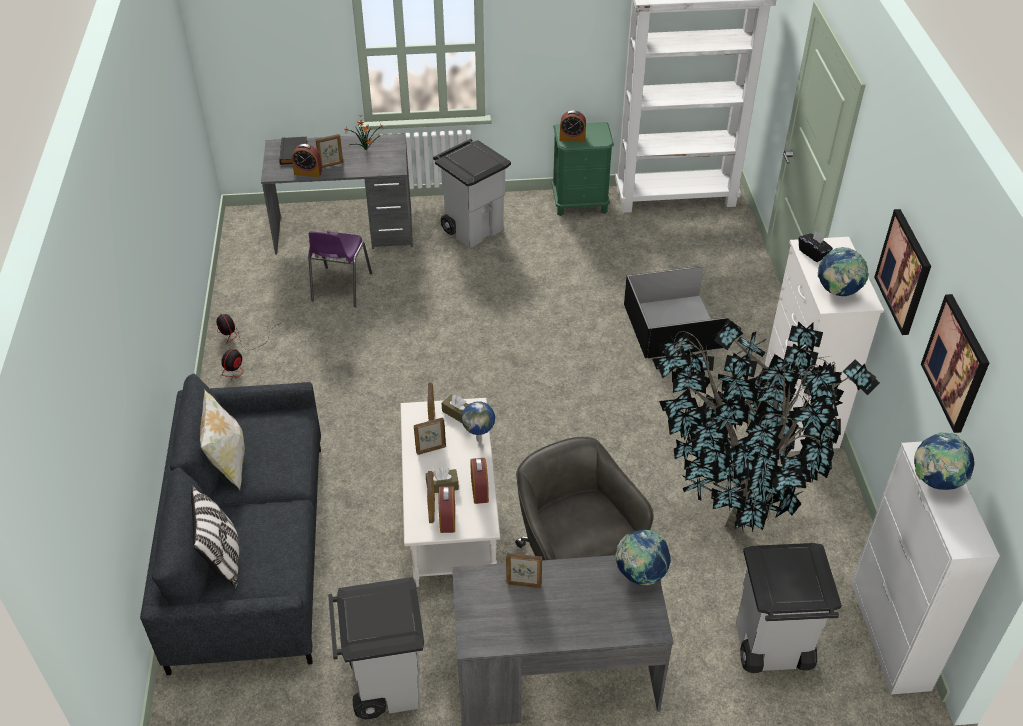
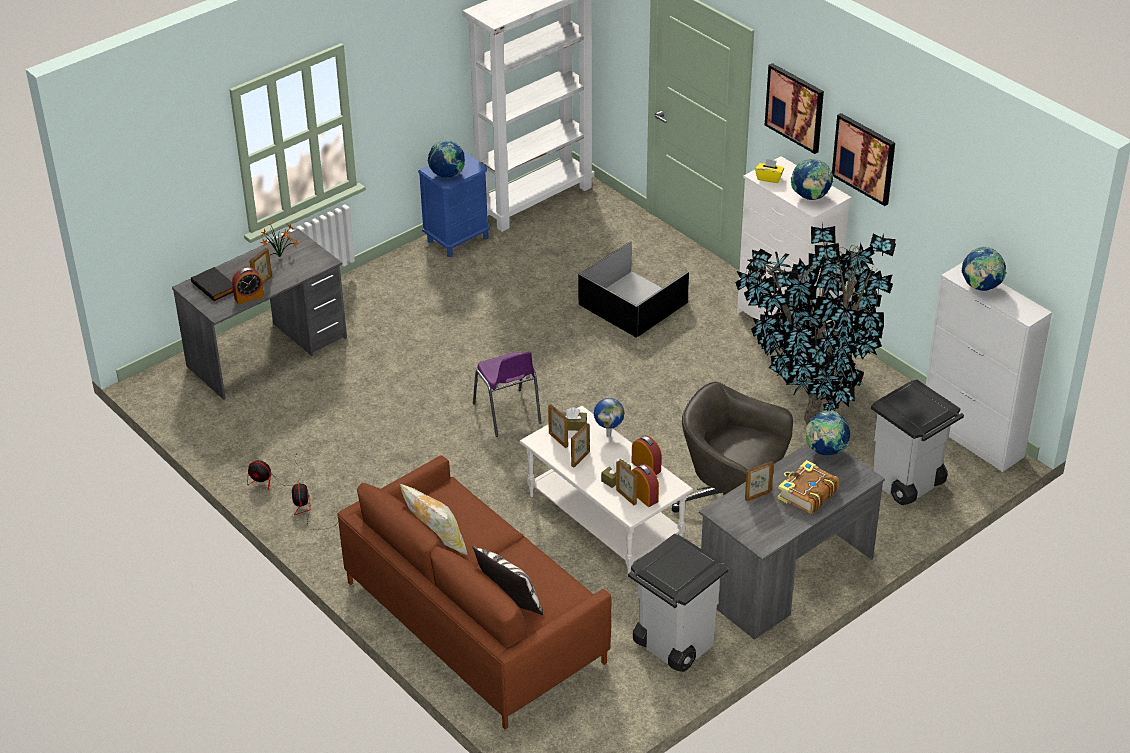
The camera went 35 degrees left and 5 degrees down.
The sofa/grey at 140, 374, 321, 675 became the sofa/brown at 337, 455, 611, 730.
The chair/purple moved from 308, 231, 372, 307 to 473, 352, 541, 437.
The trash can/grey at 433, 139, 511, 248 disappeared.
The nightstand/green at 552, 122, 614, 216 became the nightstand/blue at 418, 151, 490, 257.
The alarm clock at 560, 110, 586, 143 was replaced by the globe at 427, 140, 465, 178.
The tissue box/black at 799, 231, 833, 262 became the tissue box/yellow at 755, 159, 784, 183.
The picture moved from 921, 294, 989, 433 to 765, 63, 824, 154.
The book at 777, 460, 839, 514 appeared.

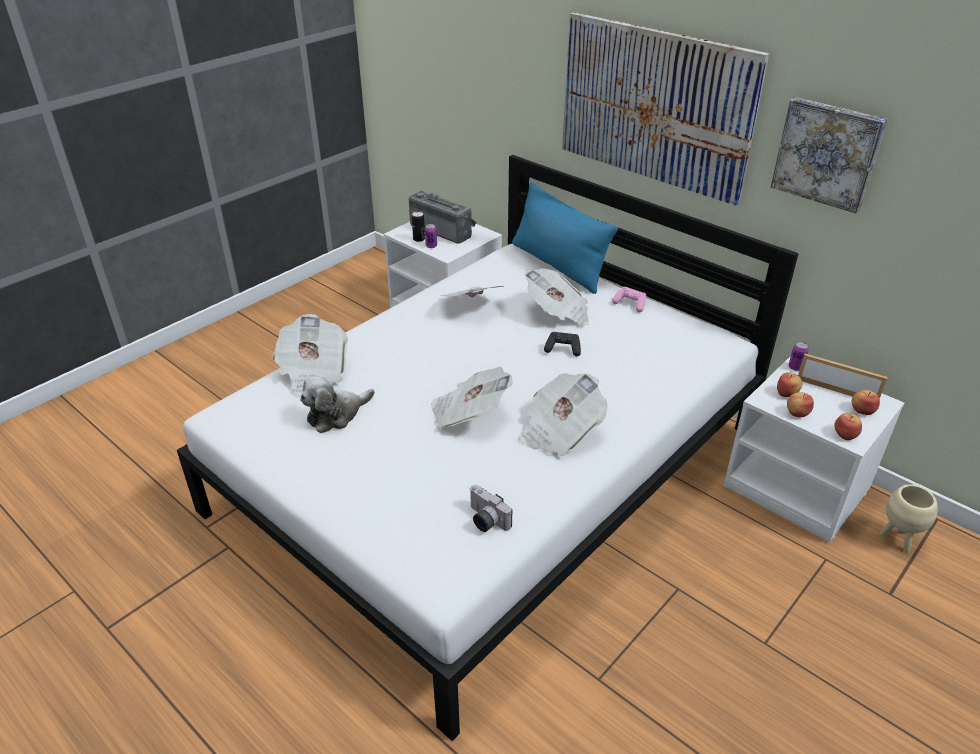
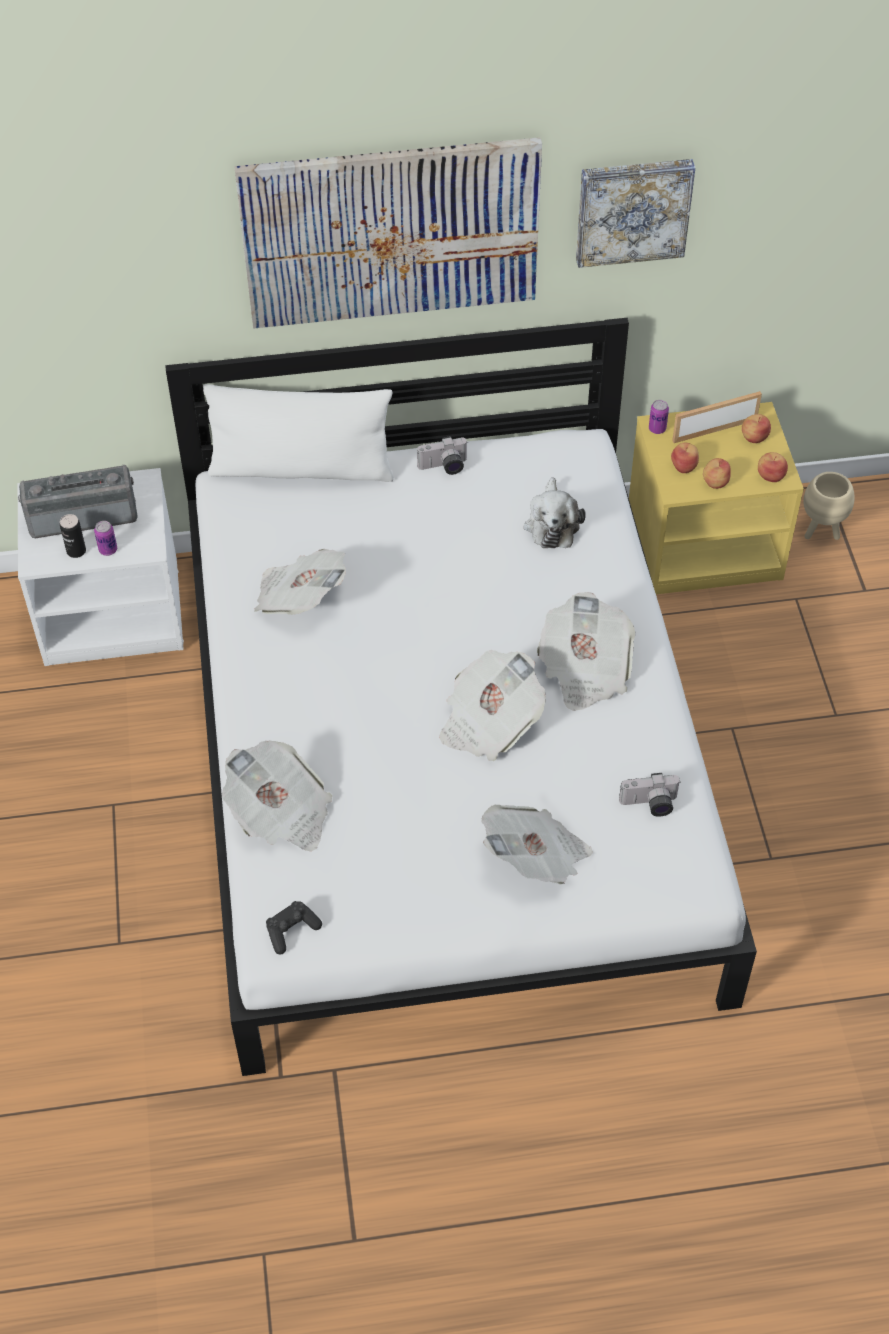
The camera went 50 degrees left and 15 degrees up.
The plush toy moved from 300, 376, 375, 433 to 524, 477, 586, 548.
The pillow/blue at 512, 182, 618, 294 became the pillow/white at 203, 384, 394, 482.
The newspaper moved from 525, 268, 589, 325 to 481, 805, 593, 885.
The game controller/black moved from 544, 332, 581, 356 to 266, 901, 322, 955.
The game controller/pink at 612, 287, 647, 312 was replaced by the photo camera at 417, 436, 468, 475.
The nightstand/white at 723, 356, 904, 542 became the nightstand/yellow at 629, 402, 804, 595.

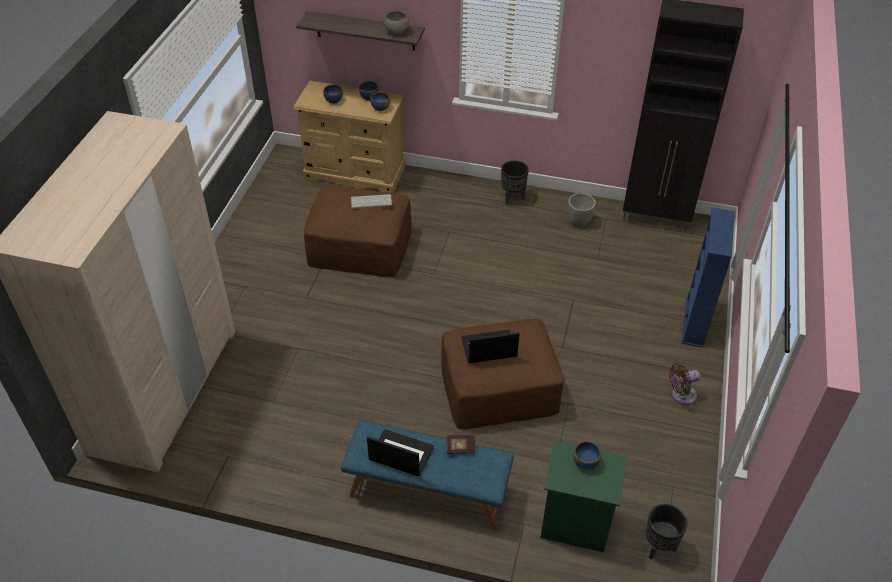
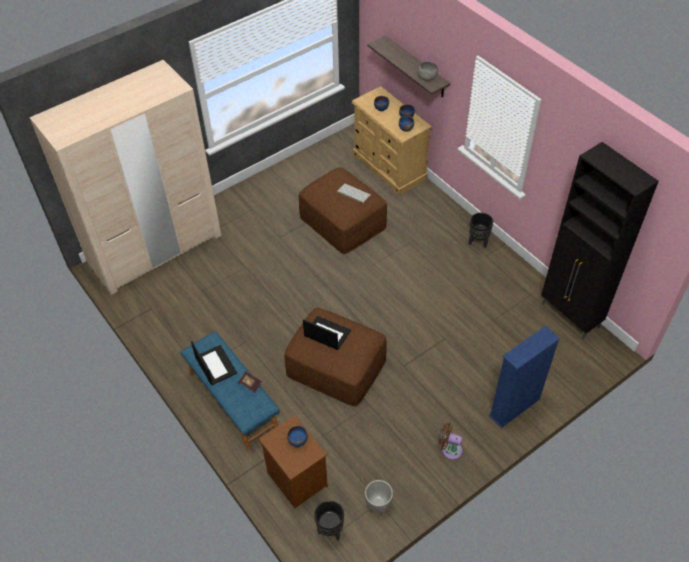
The camera went 40 degrees right and 5 degrees up.
The nightstand/green at 540, 440, 627, 553 became the nightstand/brown at 259, 415, 328, 509.
The planter moved from 568, 193, 596, 226 to 365, 480, 393, 513.

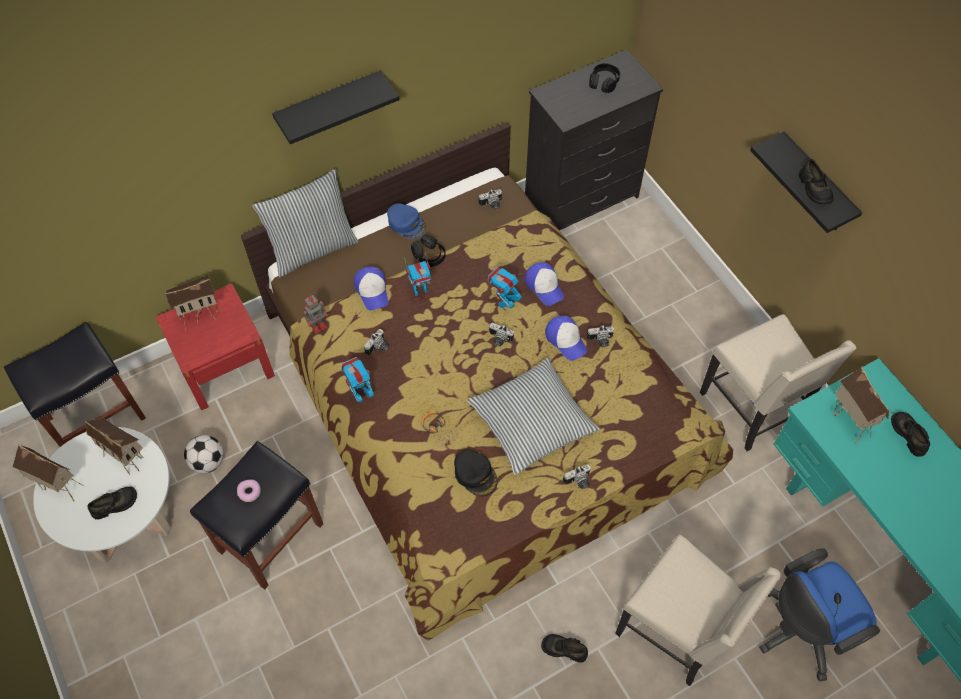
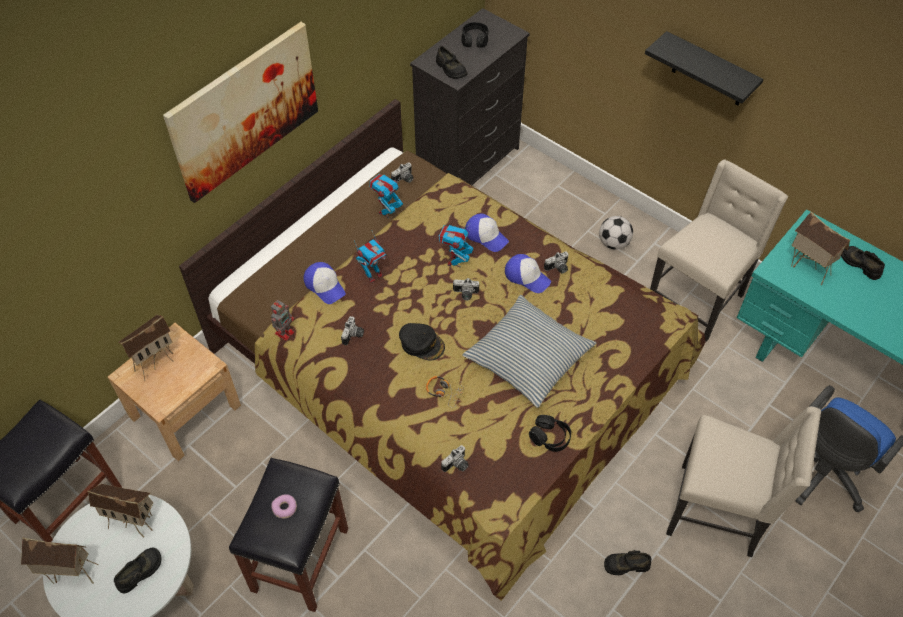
The camera went 20 degrees left and 5 degrees down.
The nightstand/red at 156, 284, 275, 410 became the nightstand/beige at 108, 323, 241, 461.
The football moved from 184, 435, 224, 473 to 599, 216, 633, 250.
The pillow at 252, 169, 359, 278 disappeared.
The shelf/black at 272, 70, 400, 144 was replaced by the picture at 163, 22, 318, 203.
The toy robot moved from 341, 357, 374, 403 to 370, 174, 403, 218.
The cap/blue at 387, 203, 426, 239 disappeared.
The headphones/black moved from 411, 234, 446, 267 to 529, 415, 571, 452.
The cap/black moved from 454, 450, 498, 497 to 399, 323, 445, 360.
The photo camera moved from 563, 464, 591, 489 to 441, 445, 469, 472.
The chair/beige at 700, 314, 856, 451 turned 90 degrees counterclockwise.
The shoe/black moved from 799, 159, 834, 204 to 436, 46, 468, 79.

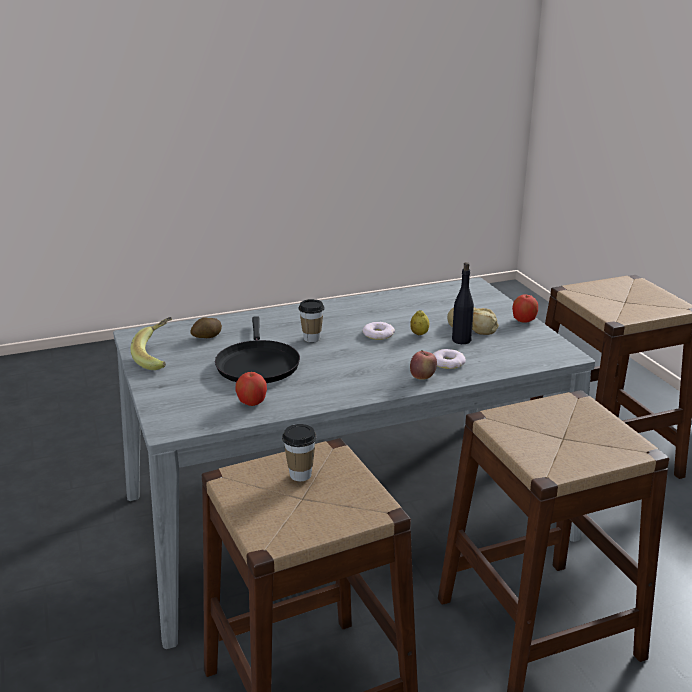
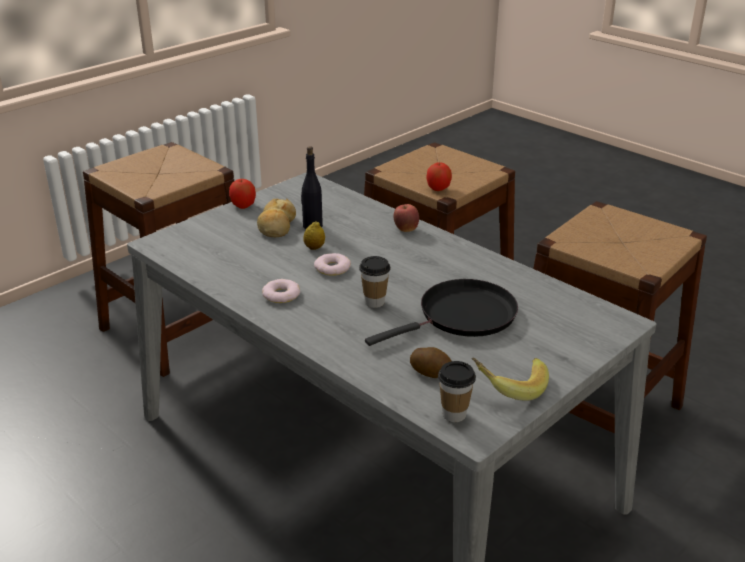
The camera went 115 degrees left and 5 degrees up.
The apple moved from 235, 372, 267, 406 to 426, 162, 452, 191.
The cup moved from 282, 424, 317, 481 to 438, 361, 476, 422.
The donut moved from 433, 349, 466, 369 to 262, 279, 300, 303.

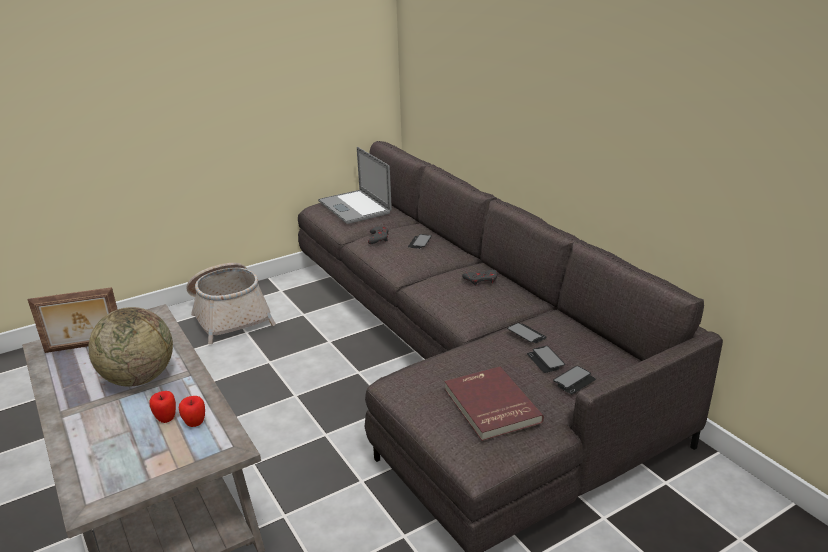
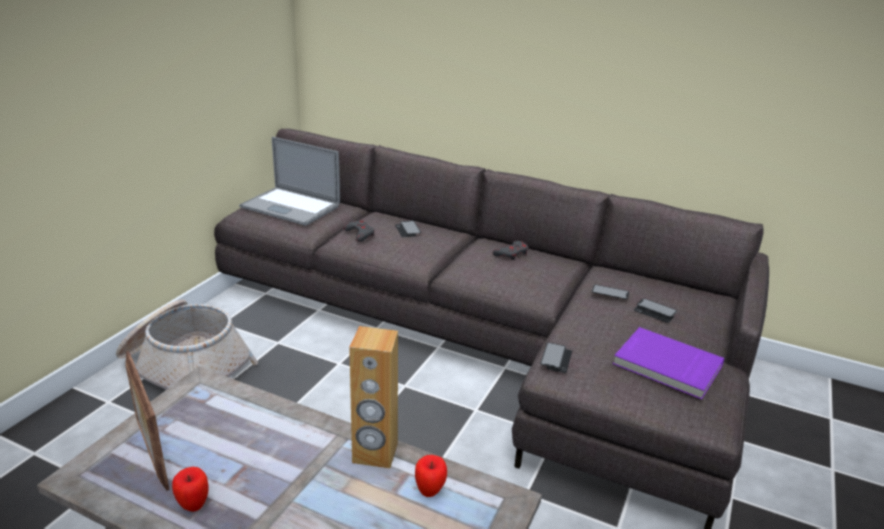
The camera went 35 degrees left and 0 degrees up.
The picture frame at 28, 287, 118, 353 turned 105 degrees clockwise.
The globe at 88, 307, 173, 386 disappeared.
The apple moved from 149, 391, 176, 423 to 172, 467, 209, 512.
The book/red at 444, 367, 544, 441 became the book/purple at 613, 327, 724, 400.
The phone moved from 553, 366, 596, 394 to 540, 342, 572, 373.
The speaker/brown at 349, 326, 398, 469 appeared.

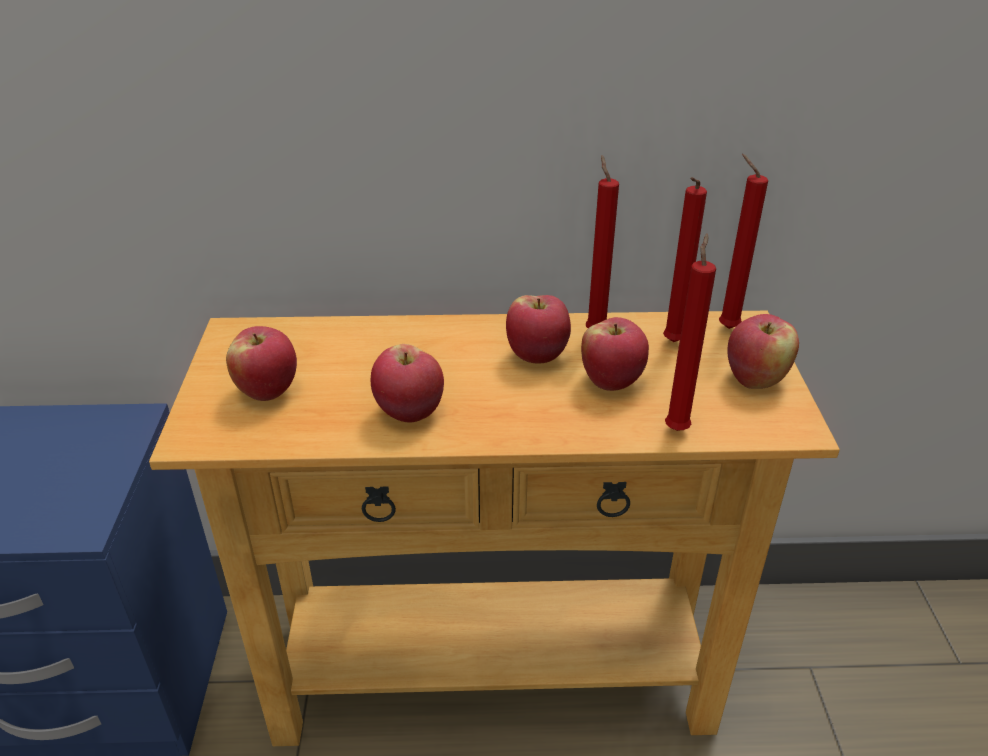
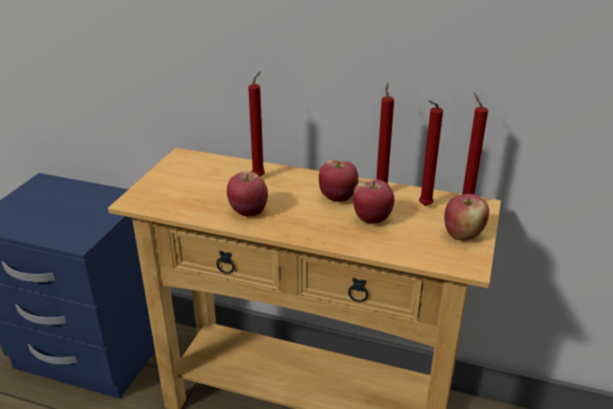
The camera went 20 degrees right and 5 degrees down.
The apple at 226, 326, 297, 401 disappeared.
The candle/red moved from 665, 233, 716, 431 to 248, 71, 265, 177.

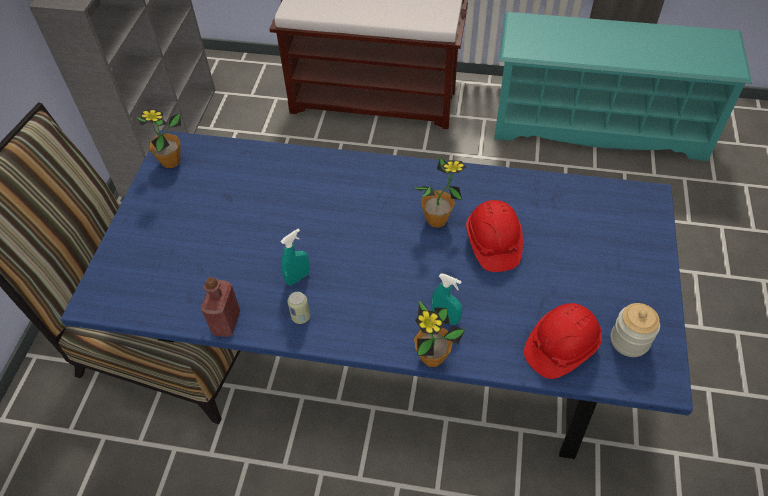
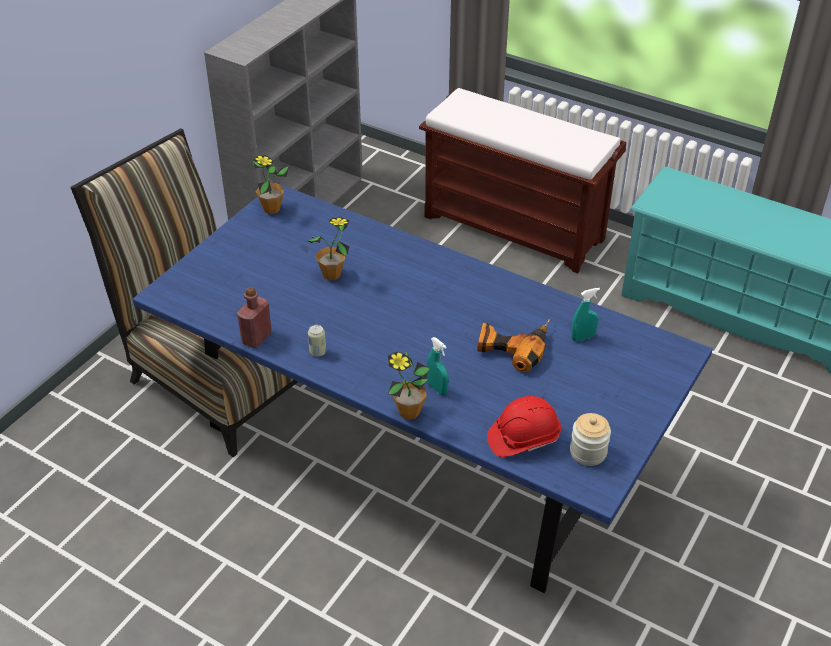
The camera went 20 degrees right and 10 degrees down.
The spray bottle/turquoise moved from 280, 228, 309, 285 to 571, 288, 600, 341.
The potted plant moved from 414, 157, 466, 228 to 307, 216, 350, 280.
The hard hat/red at 466, 200, 523, 272 was replaced by the power drill at 477, 319, 550, 372.

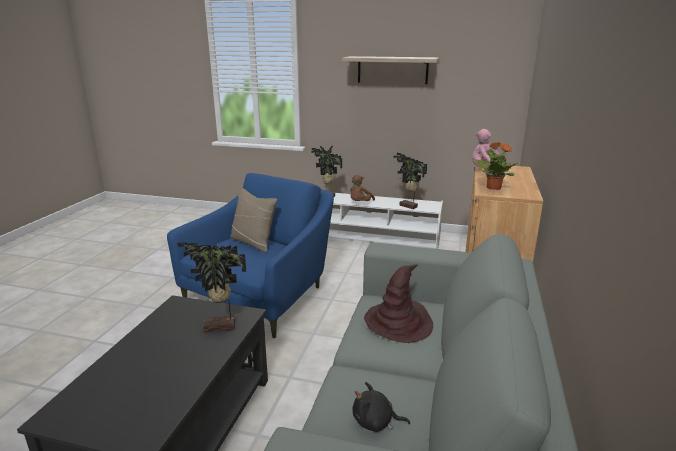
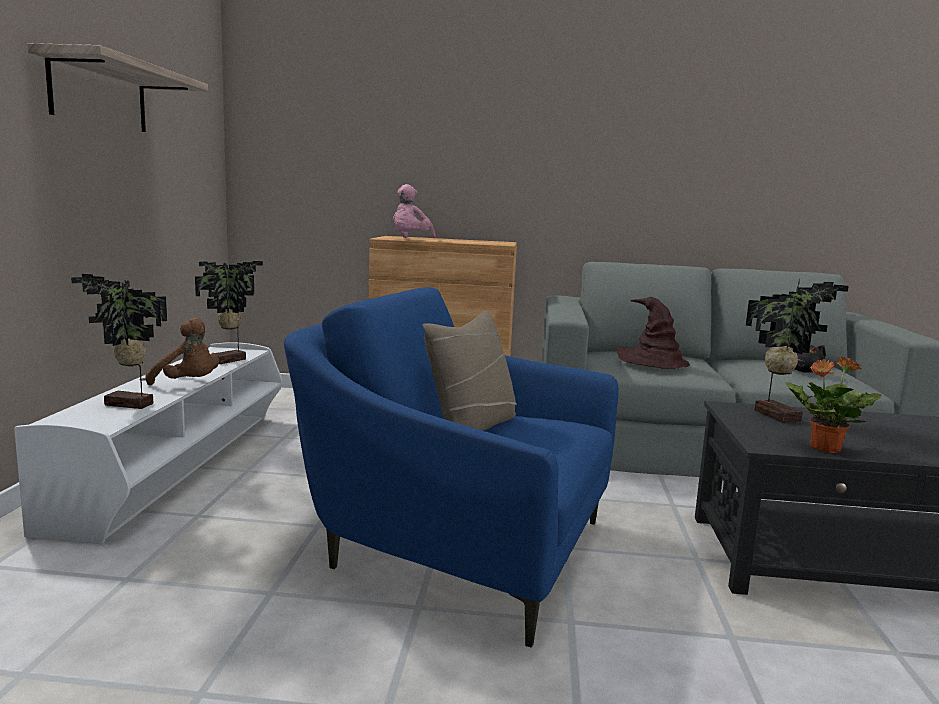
The camera went 100 degrees left and 10 degrees down.
The potted plant moved from 476, 142, 518, 190 to 785, 356, 882, 453.

